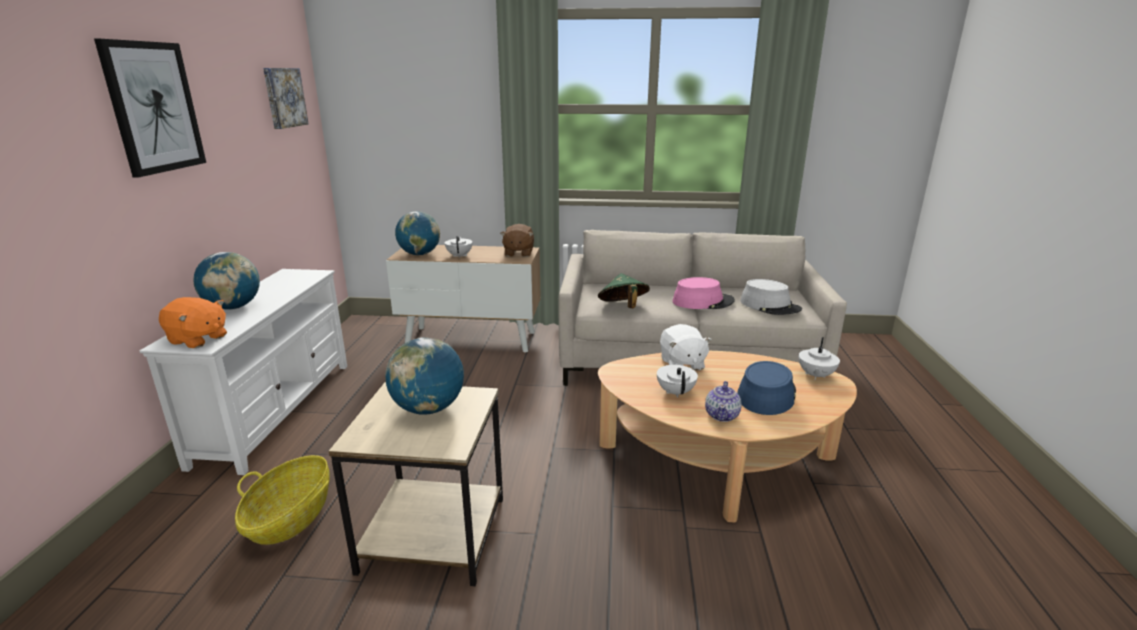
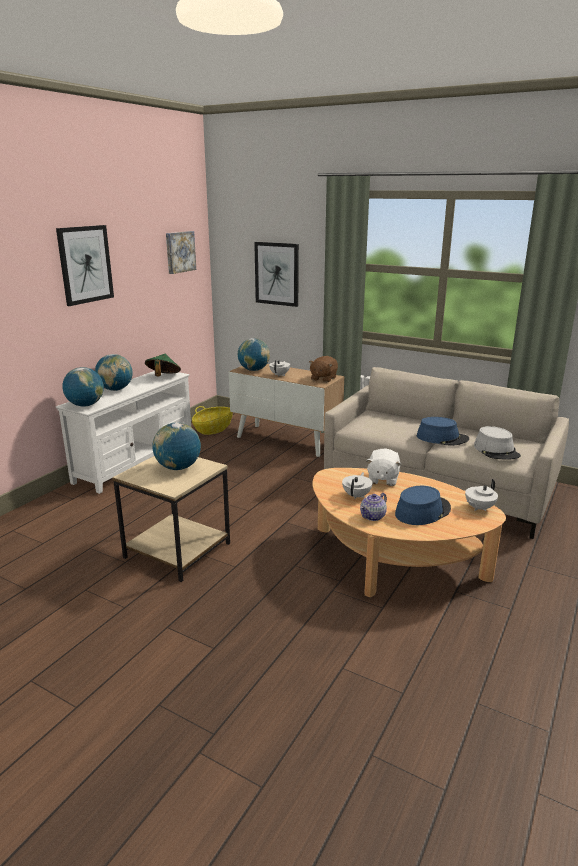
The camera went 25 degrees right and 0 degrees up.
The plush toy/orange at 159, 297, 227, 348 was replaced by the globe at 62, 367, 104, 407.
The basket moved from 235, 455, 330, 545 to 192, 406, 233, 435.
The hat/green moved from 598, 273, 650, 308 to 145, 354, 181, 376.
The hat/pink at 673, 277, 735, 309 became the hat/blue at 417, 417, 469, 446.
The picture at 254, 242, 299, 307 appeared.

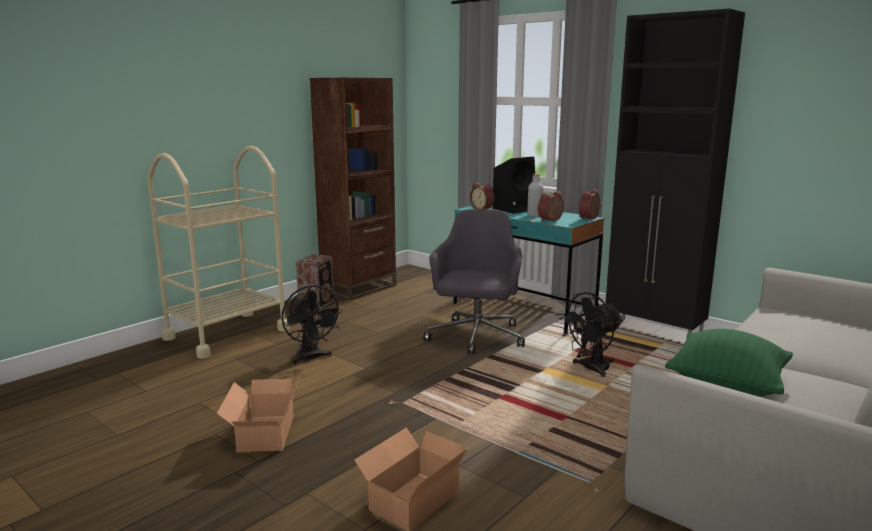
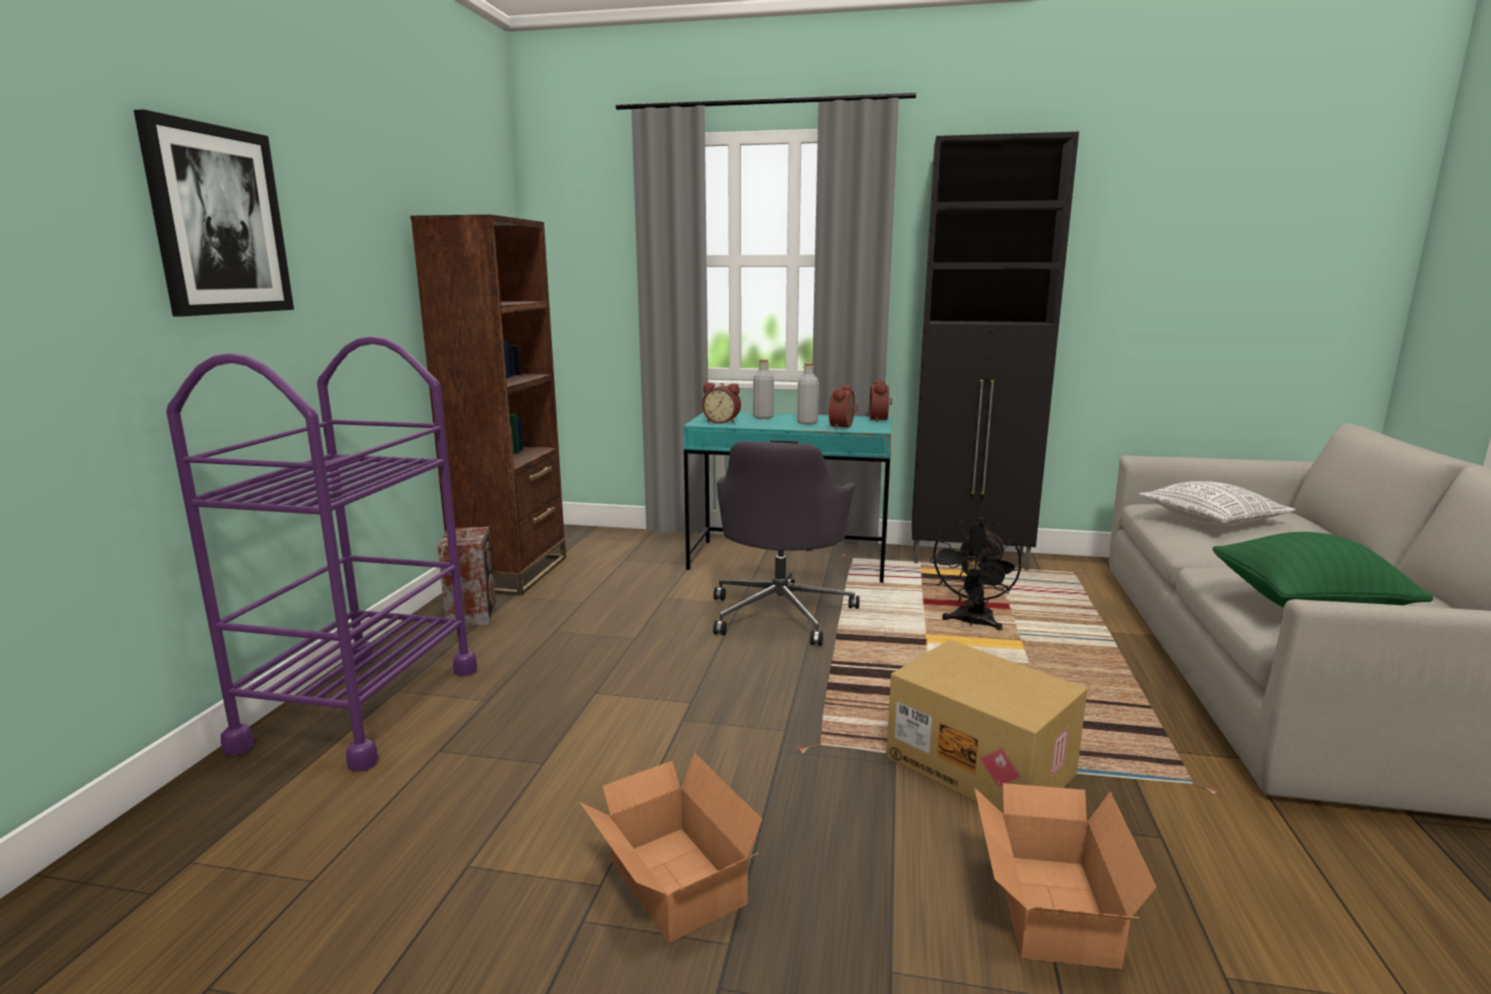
The camera went 30 degrees left and 0 degrees up.
The cart/beige at 147, 146, 290, 359 became the cart/purple at 166, 336, 477, 772.
The fan/black at 282, 285, 343, 364 disappeared.
The office chair/grey at 423, 209, 525, 354 turned 150 degrees counterclockwise.
The speaker/black at 493, 157, 535, 214 was replaced by the bottle/grey at 753, 359, 774, 419.
The picture at 134, 109, 294, 316 appeared.
The cardboard box at 886, 639, 1088, 814 appeared.
The pillow at 1138, 481, 1296, 527 appeared.

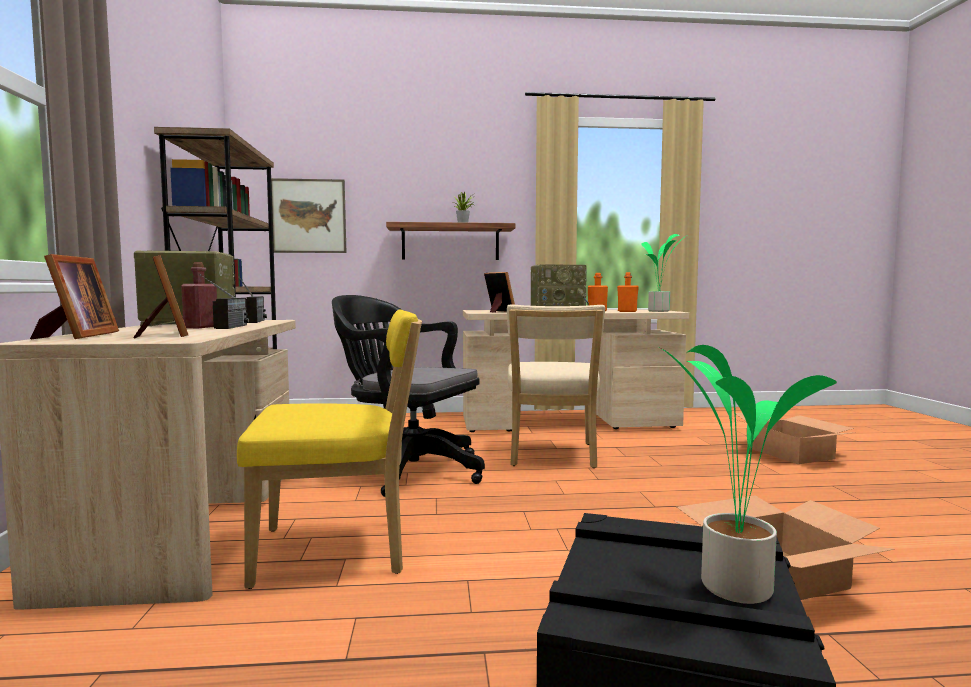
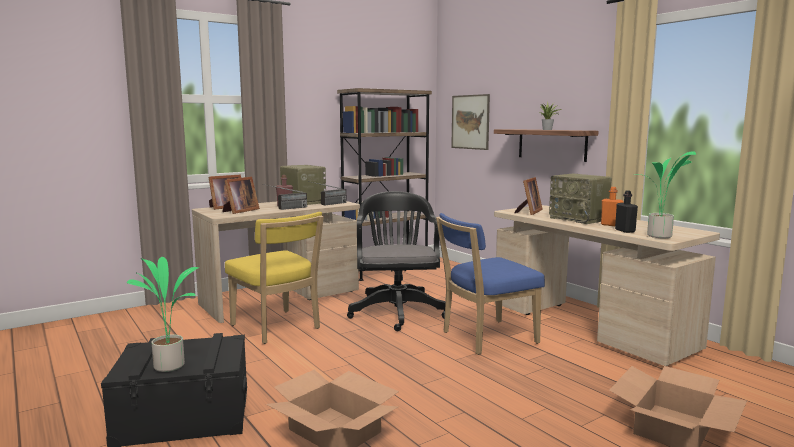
The camera went 60 degrees right and 5 degrees up.
The chair/beige at 507, 305, 605, 468 became the chair/blue at 436, 213, 545, 355.
The bottle/orange at 617, 272, 639, 312 became the bottle/black at 615, 190, 638, 233.

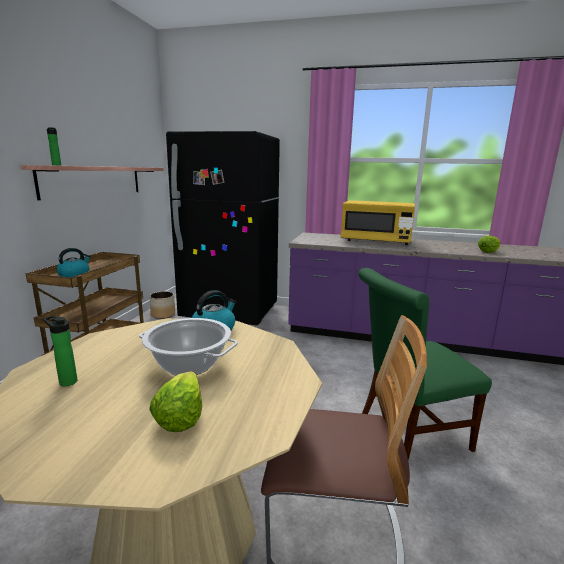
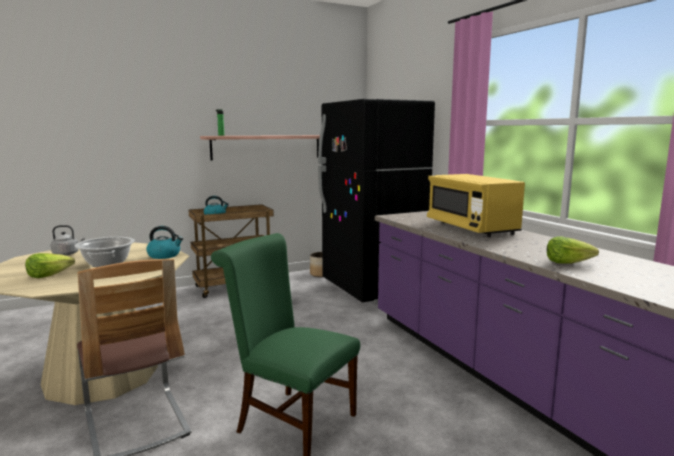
The camera went 50 degrees right and 5 degrees down.
The bottle at 43, 315, 77, 386 was replaced by the kettle/grey at 51, 225, 85, 256.

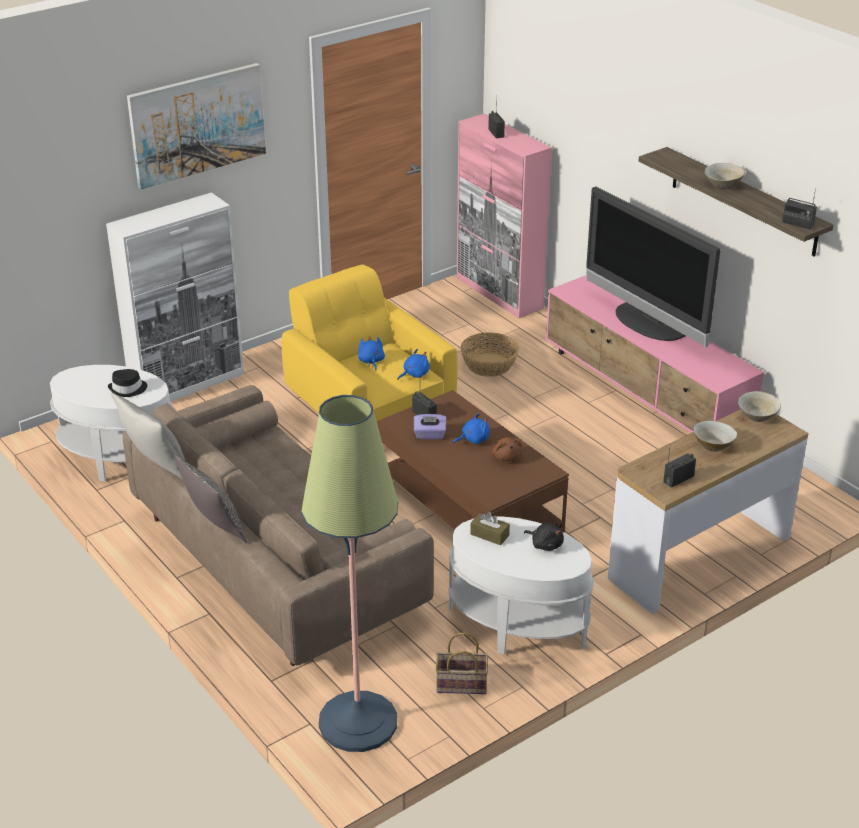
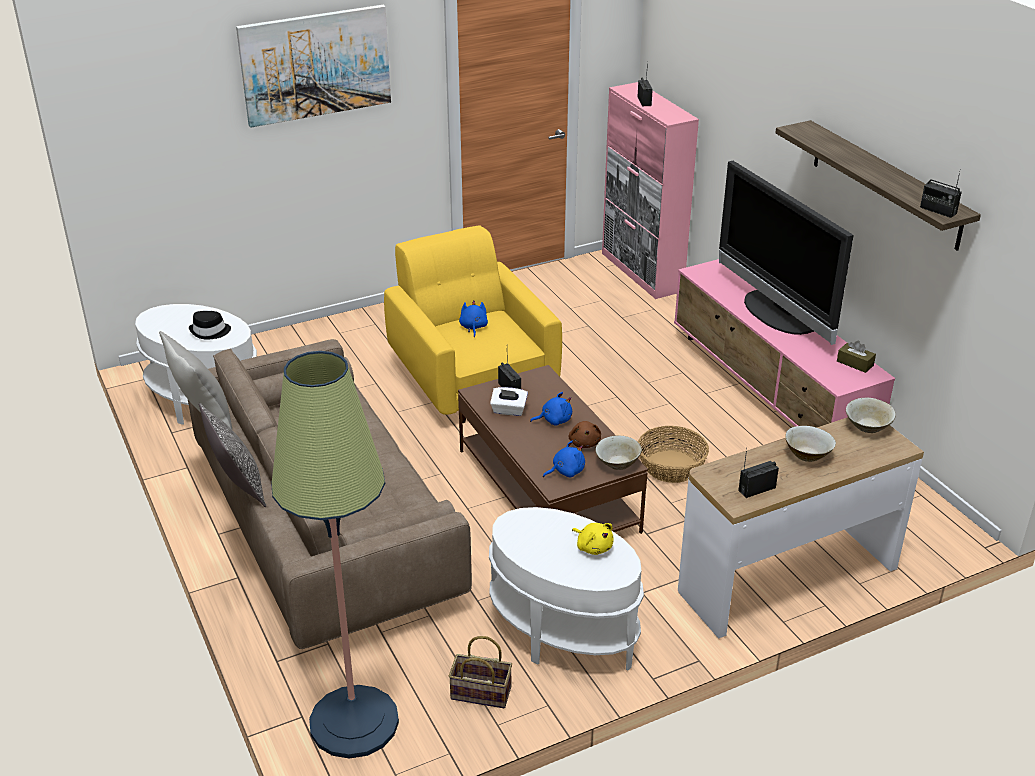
The camera went 10 degrees right and 0 degrees up.
The cabinet/white at 106, 192, 244, 401 disappeared.
The plush toy/blue moved from 397, 349, 430, 380 to 543, 441, 585, 477.
The tissue box/purple at 414, 414, 446, 439 became the tissue box/white at 490, 387, 528, 416.
The basket moved from 460, 332, 519, 377 to 638, 426, 709, 483.
The tissue box/brown moved from 470, 512, 510, 545 to 837, 340, 876, 373.
The plush toy/black at 524, 522, 564, 551 became the plush toy/yellow at 572, 523, 614, 555.
The bowl/beige moved from 704, 163, 745, 189 to 596, 436, 642, 470.

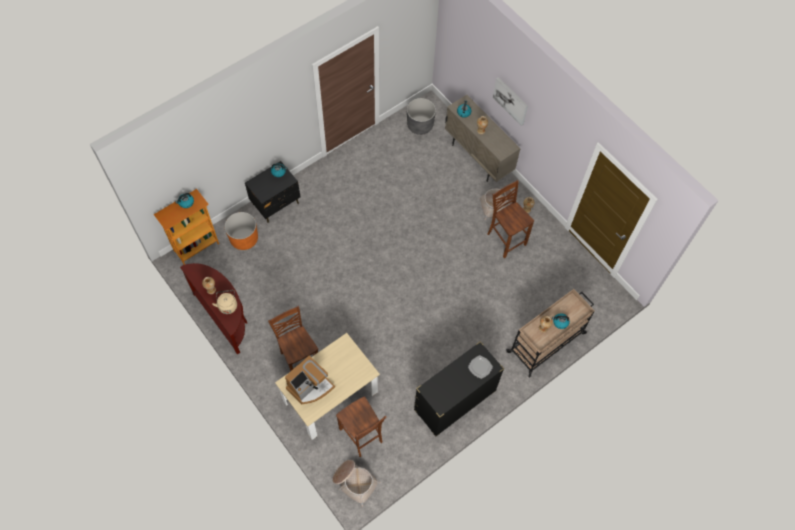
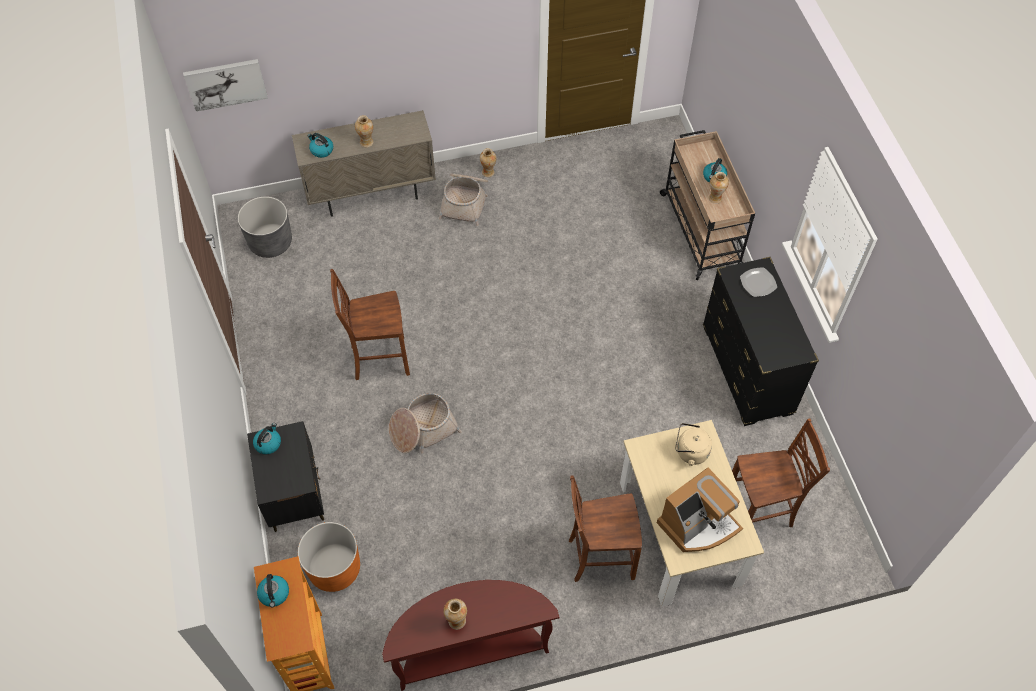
The camera went 65 degrees left and 5 degrees down.
The kettle/beige moved from 212, 290, 237, 314 to 675, 423, 712, 466.
The coffee machine at 285, 355, 335, 404 turned 75 degrees clockwise.
The basket moved from 332, 460, 380, 507 to 389, 393, 462, 453.
The chair/brown moved from 488, 180, 534, 259 to 330, 269, 410, 380.
The picture moved from 493, 77, 528, 126 to 183, 59, 268, 112.

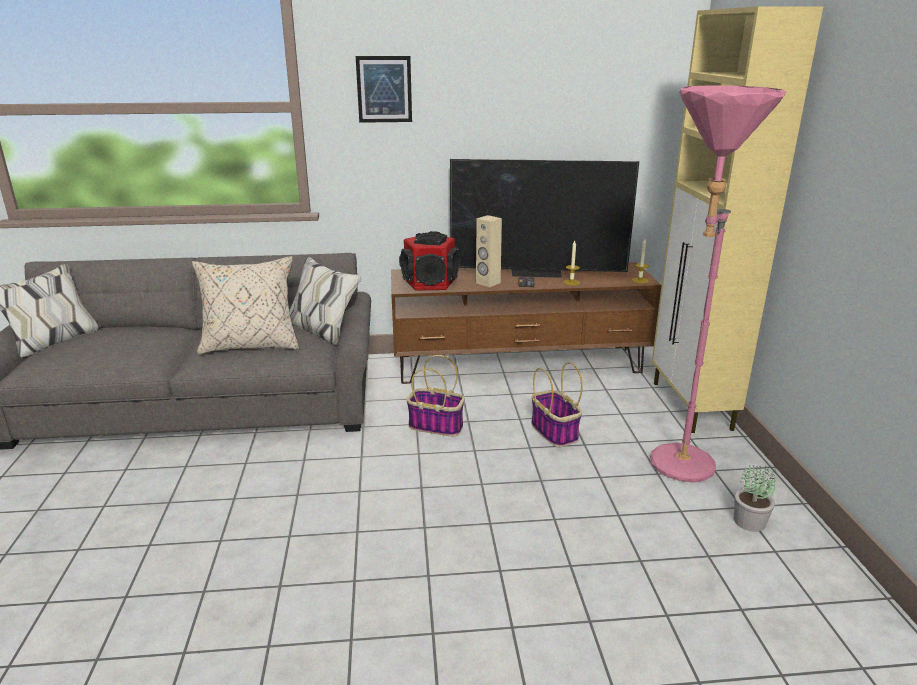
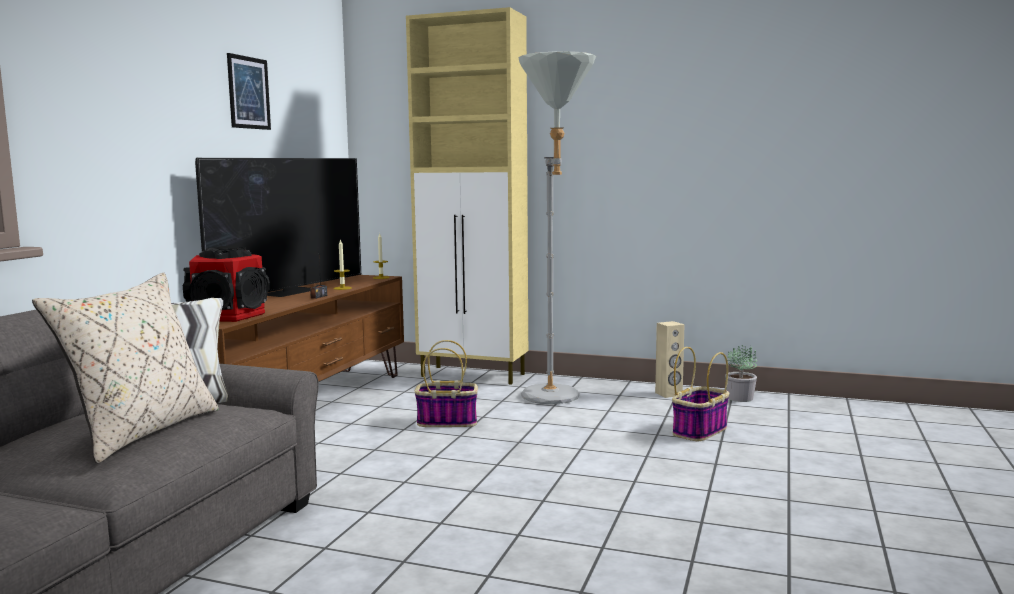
The camera went 65 degrees left and 15 degrees down.
The picture moved from 356, 56, 412, 123 to 227, 53, 271, 130.
The basket moved from 406, 355, 465, 437 to 672, 347, 729, 441.
The speaker/beige moved from 476, 215, 502, 287 to 655, 321, 685, 398.
The floor lamp/pink at 650, 85, 786, 483 became the floor lamp/grey at 518, 51, 596, 404.
The potted plant moved from 734, 465, 776, 532 to 725, 345, 757, 402.

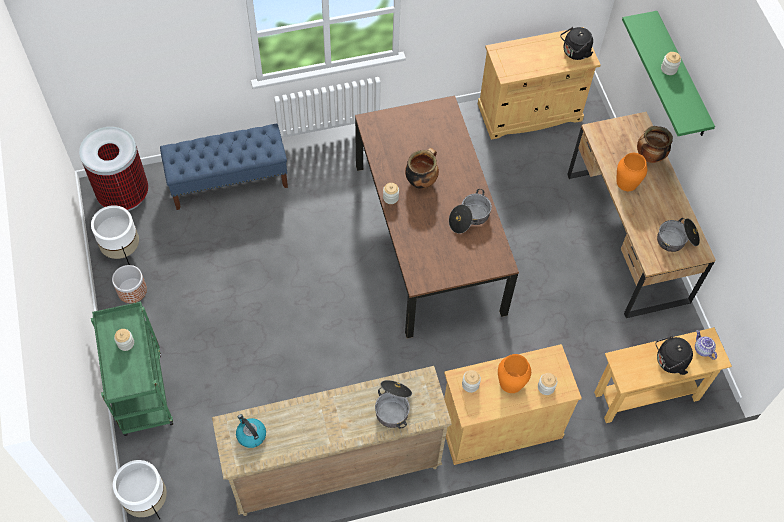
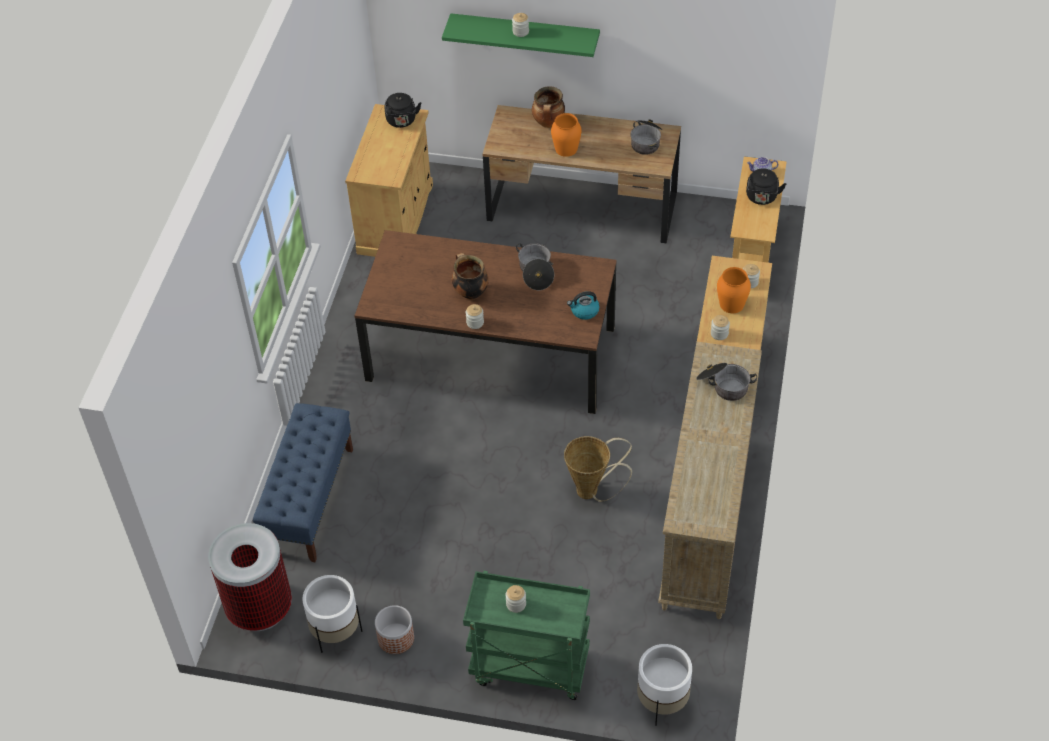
The camera went 60 degrees left and 10 degrees down.
The kettle moved from 236, 414, 266, 448 to 567, 291, 600, 320.
The basket at 564, 436, 632, 502 appeared.

